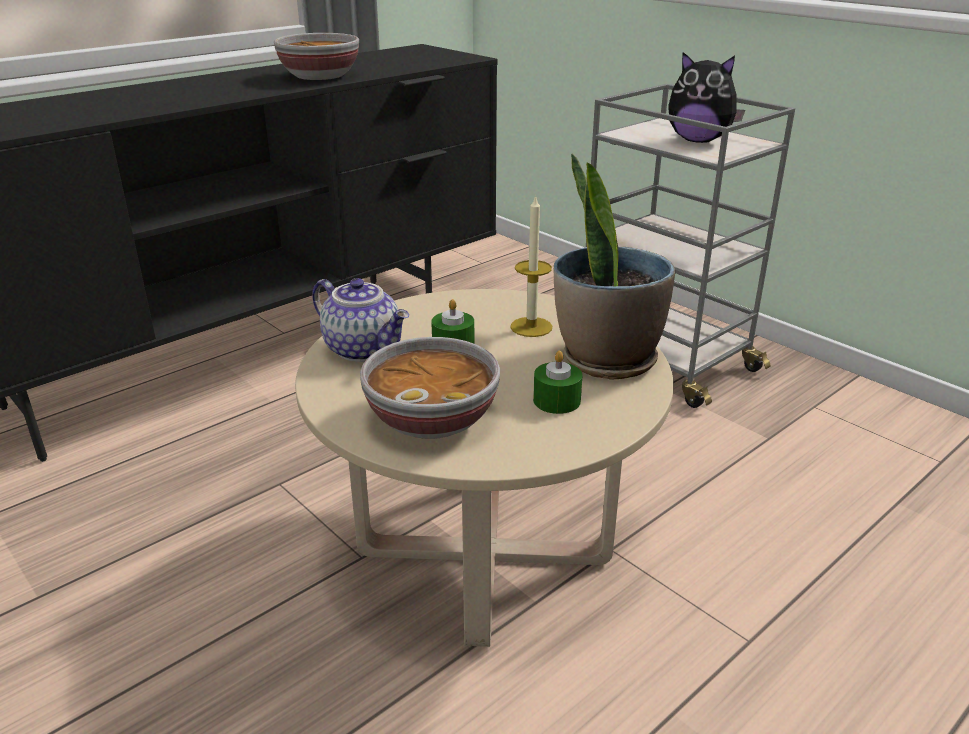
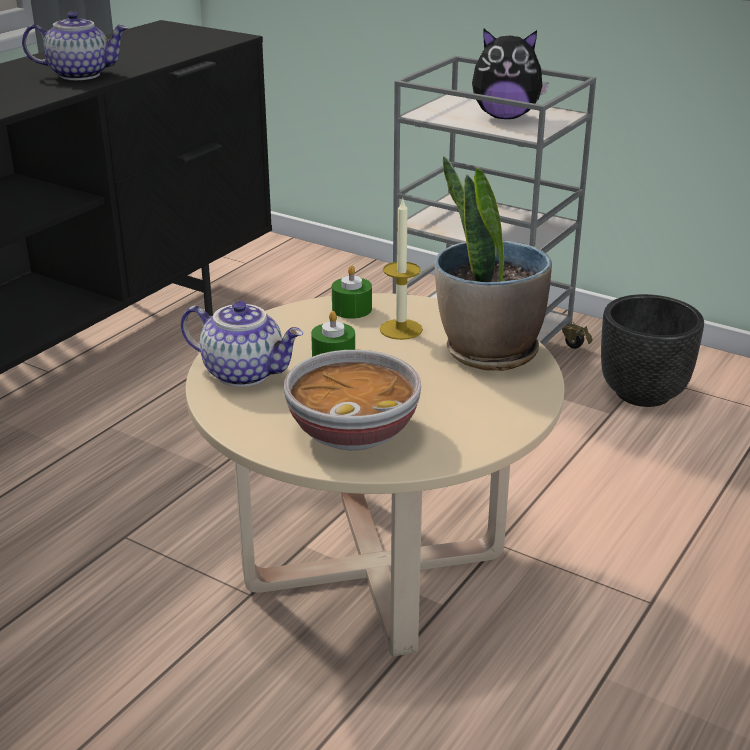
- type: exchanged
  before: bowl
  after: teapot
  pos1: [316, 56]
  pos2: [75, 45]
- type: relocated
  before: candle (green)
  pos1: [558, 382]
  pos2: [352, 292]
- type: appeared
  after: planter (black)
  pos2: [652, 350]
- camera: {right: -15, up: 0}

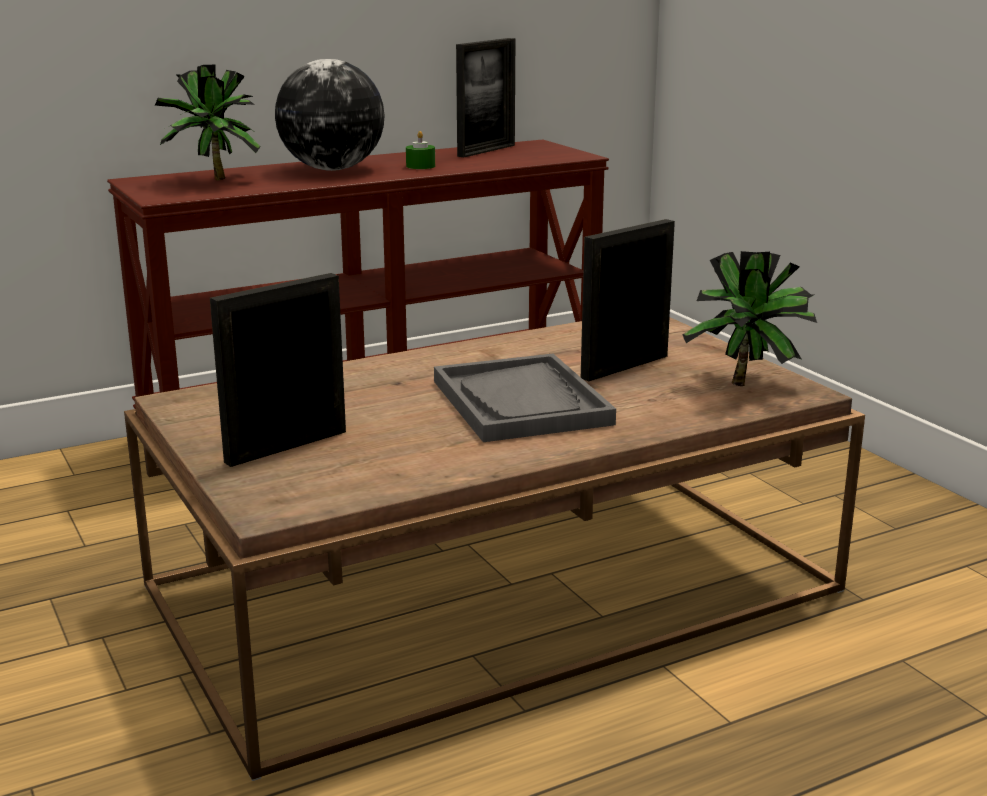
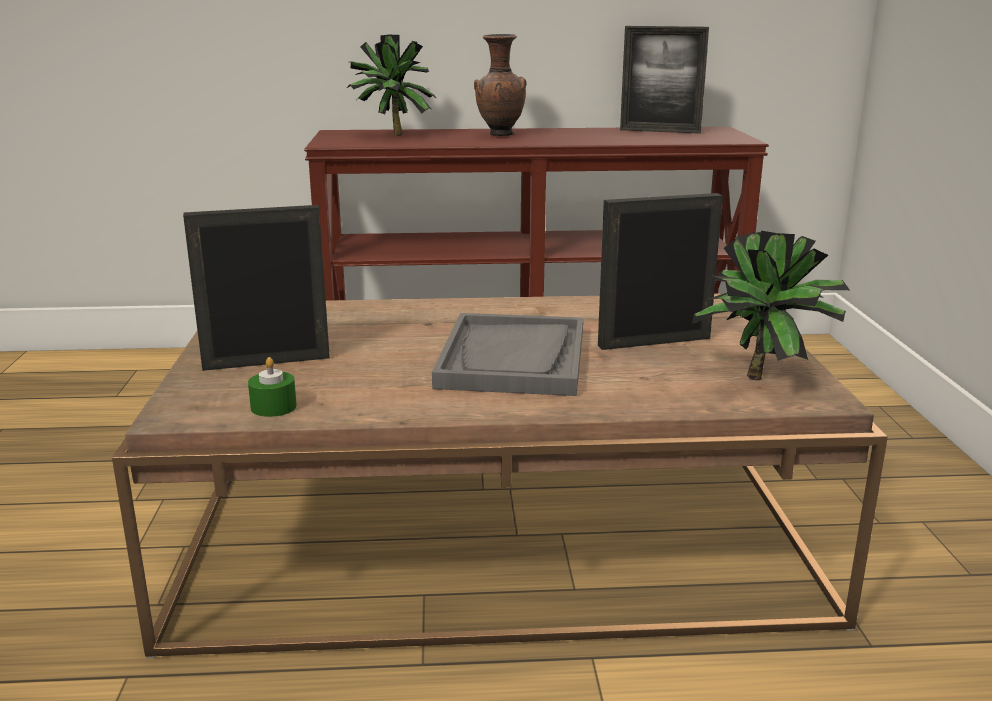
- type: spun
  before: picture frame
  pos1: [485, 97]
  pos2: [664, 80]
  turn: 45
- type: exchanged
  before: globe
  after: vase (brown)
  pos1: [329, 115]
  pos2: [500, 85]
- type: relocated
  before: candle (green)
  pos1: [420, 150]
  pos2: [272, 387]
- camera: {right: 25, up: 0}

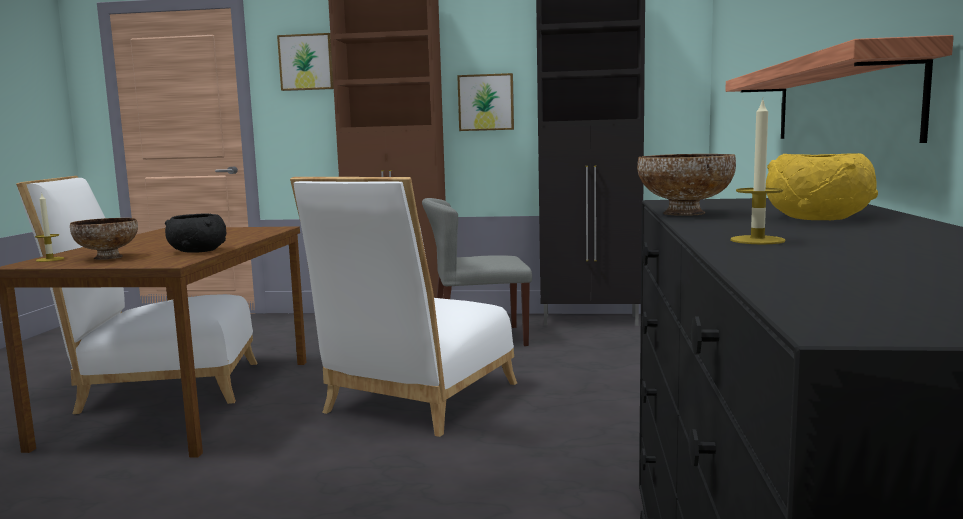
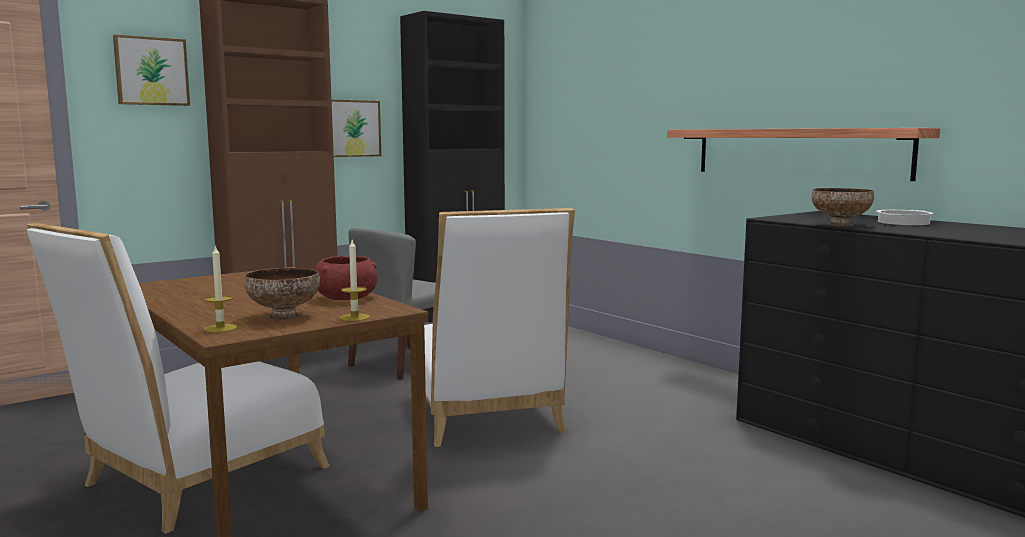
- type: relocated
  before: candle
  pos1: [757, 170]
  pos2: [355, 280]
- type: exchanged
  before: bowl (yellow)
  after: cooking pot
  pos1: [822, 186]
  pos2: [905, 217]
- type: colour
  before: bowl (black)
  after: bowl (red)
  pos1: [195, 233]
  pos2: [346, 278]
- camera: {right: -45, up: 0}

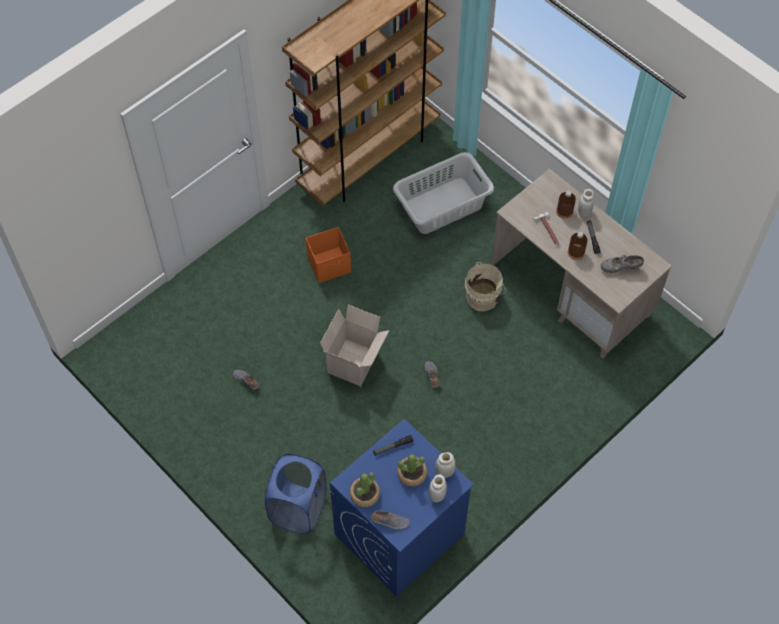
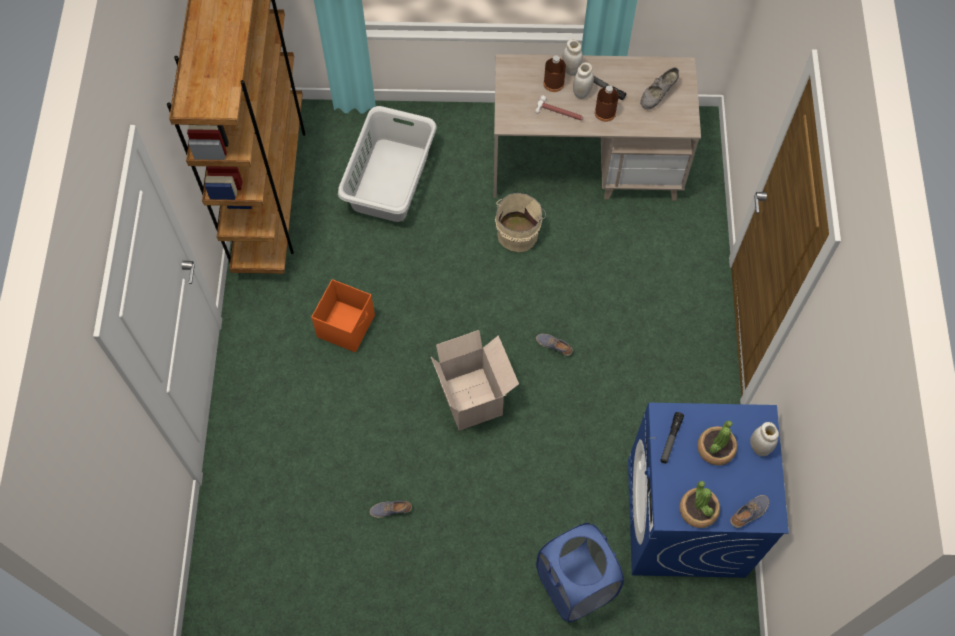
- type: relocated
  before: jar (white)
  pos1: [445, 465]
  pos2: [583, 80]
- camera: {right: -45, up: 5}

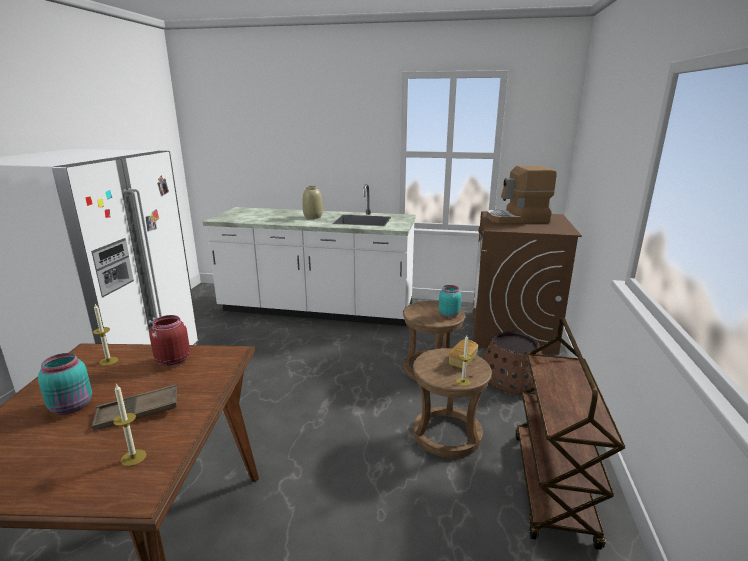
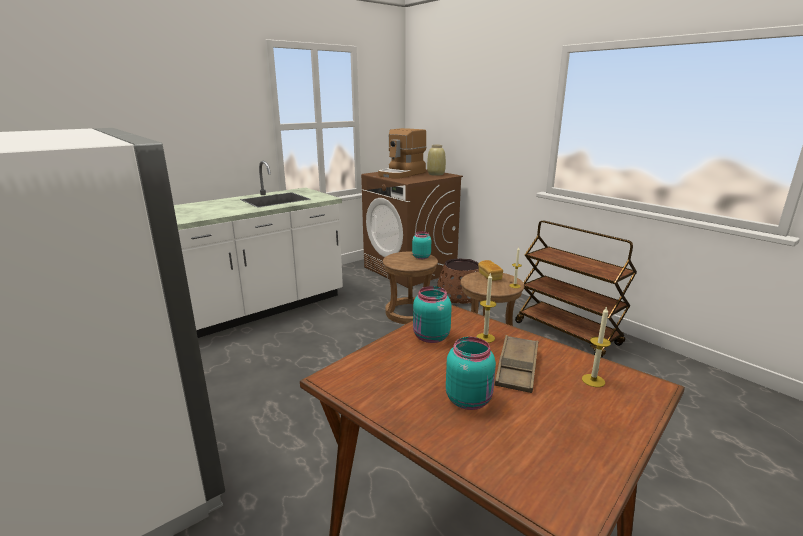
- type: relocated
  before: vase (beige)
  pos1: [313, 202]
  pos2: [436, 160]
- type: relocated
  before: candle
  pos1: [105, 335]
  pos2: [486, 308]
- type: colour
  before: jar (red)
  after: jar (turquoise)
  pos1: [169, 341]
  pos2: [432, 314]
- camera: {right: -50, up: 0}

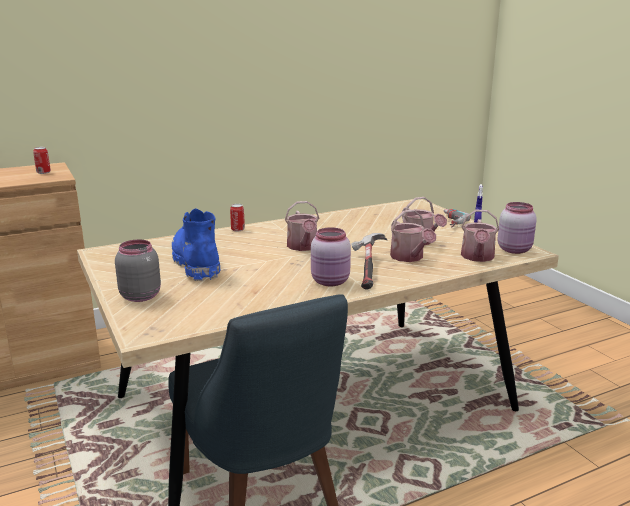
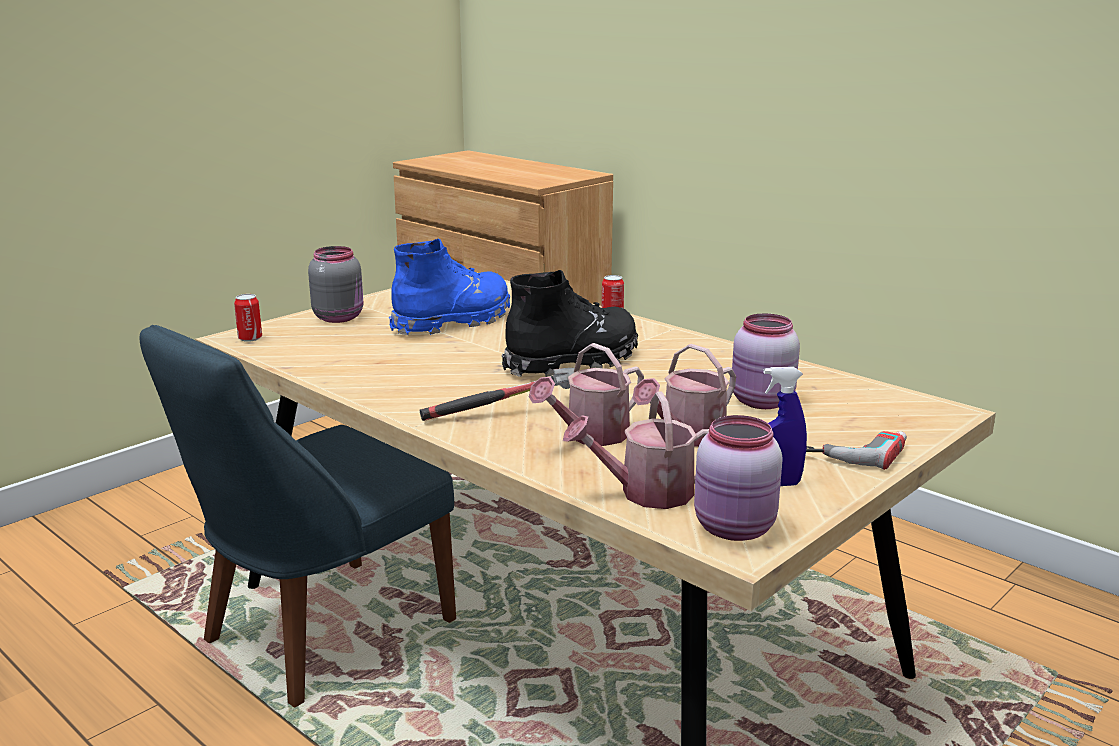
- type: relocated
  before: can
  pos1: [42, 160]
  pos2: [248, 318]
- type: exchanged
  before: watering can
  after: boot (black)
  pos1: [302, 226]
  pos2: [570, 323]
- type: relocated
  before: jar (pink)
  pos1: [331, 256]
  pos2: [766, 361]
- camera: {right: 70, up: 0}

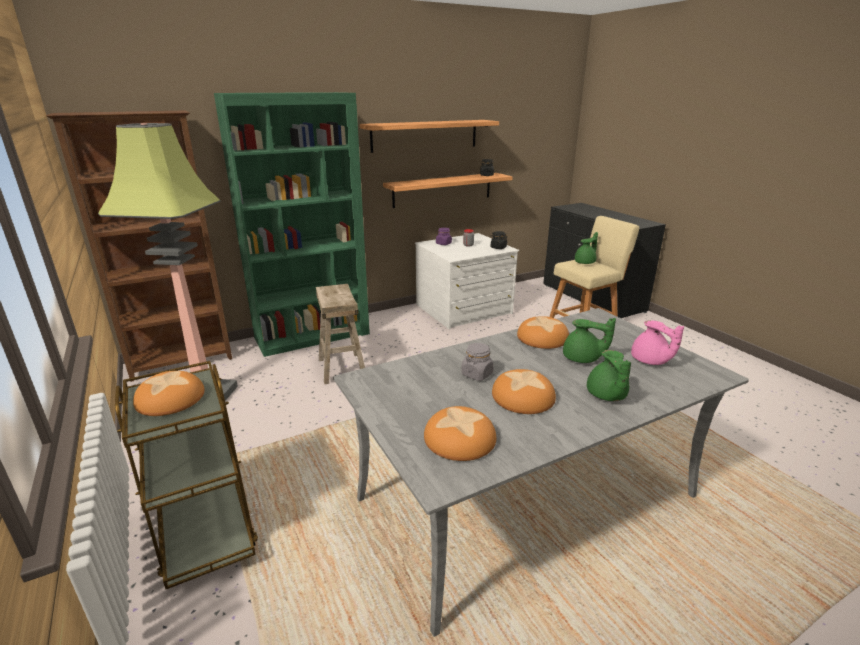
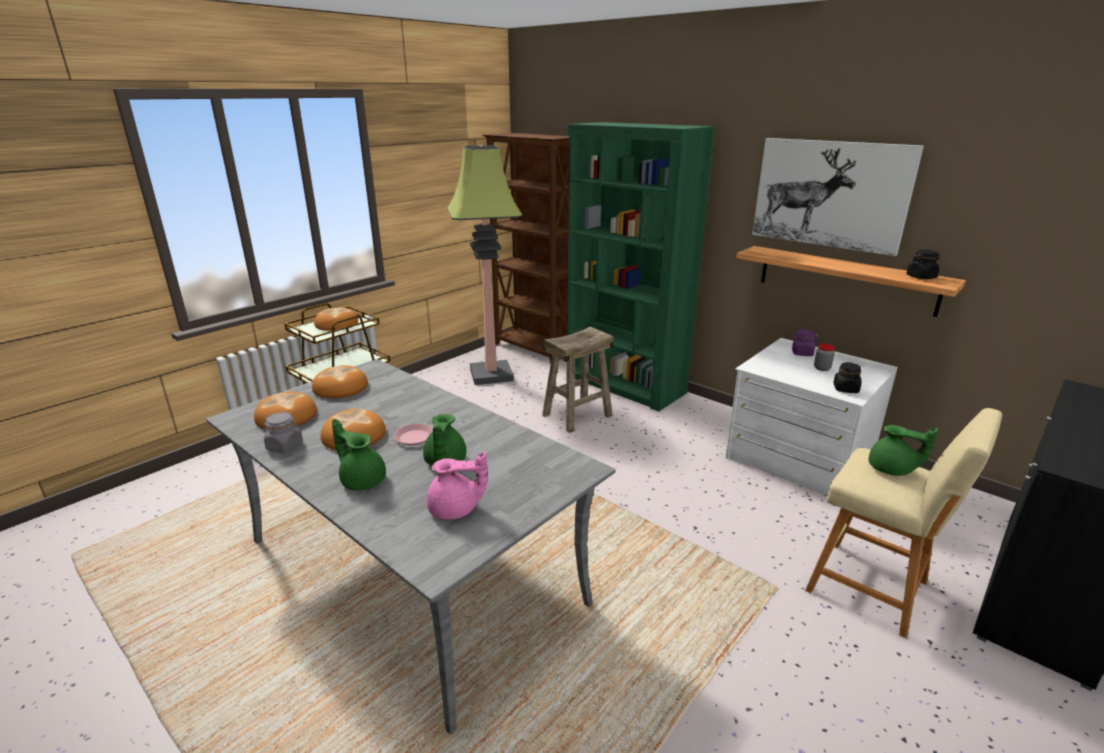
- type: exchanged
  before: shelf
  after: picture
  pos1: [429, 136]
  pos2: [838, 197]
- type: relocated
  before: bread
  pos1: [543, 332]
  pos2: [340, 381]
- type: spun
  before: teapot (pink)
  pos1: [657, 342]
  pos2: [457, 485]
  turn: -135
- type: relocated
  before: jar (grey)
  pos1: [477, 362]
  pos2: [283, 432]
- type: spun
  before: teapot (green)
  pos1: [609, 375]
  pos2: [359, 455]
  turn: 60
- type: appeared
  after: plate (pink)
  pos2: [413, 435]
- camera: {right: 70, up: 0}

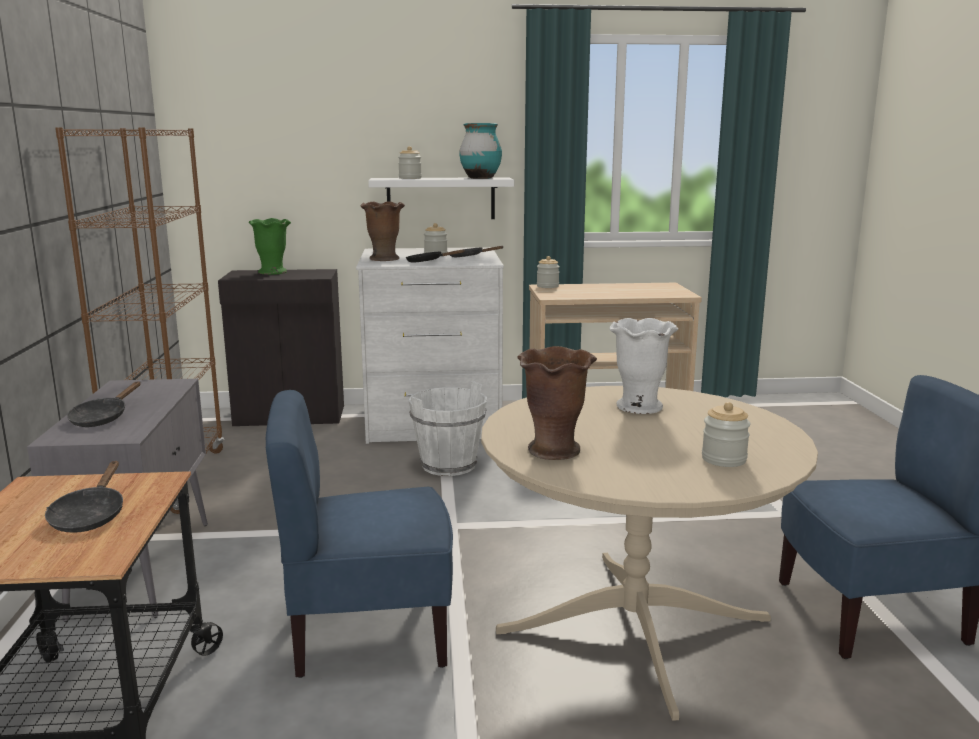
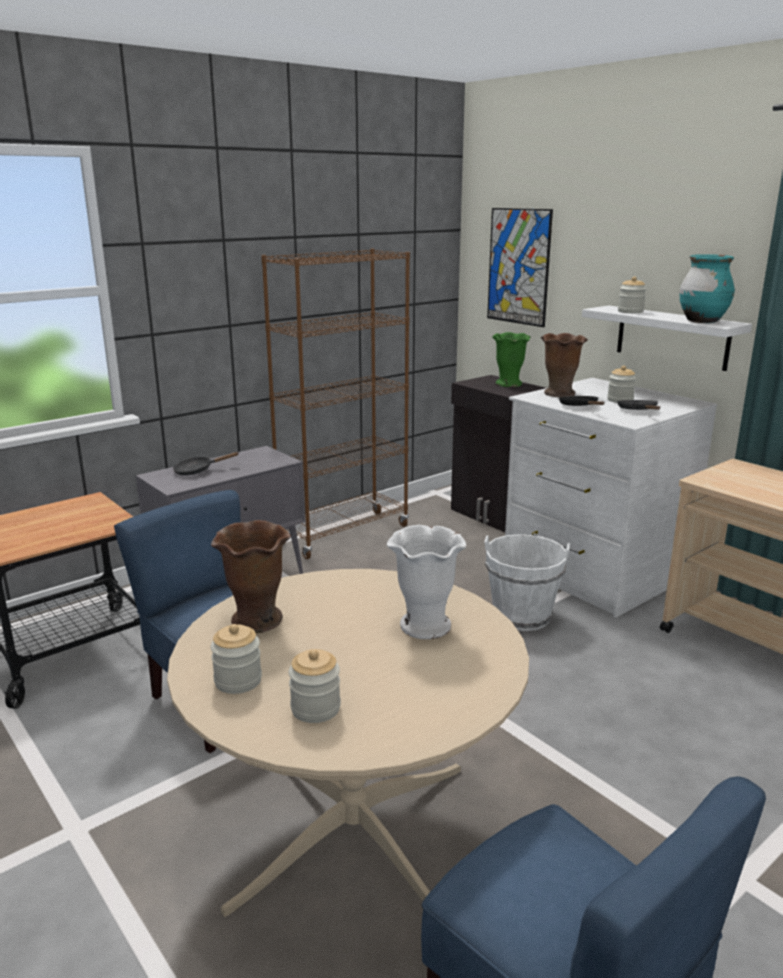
- type: relocated
  before: jar
  pos1: [548, 272]
  pos2: [236, 659]
- type: missing
  before: frying pan (black)
  pos1: [84, 497]
- type: appeared
  after: picture
  pos2: [520, 267]
- camera: {right: 55, up: 5}

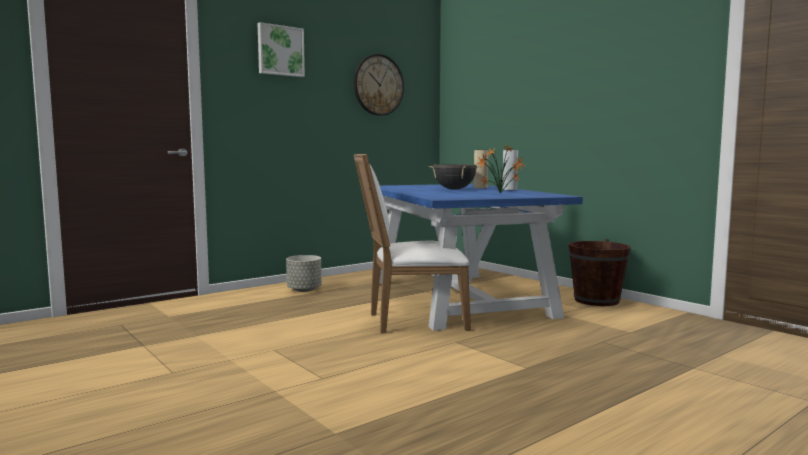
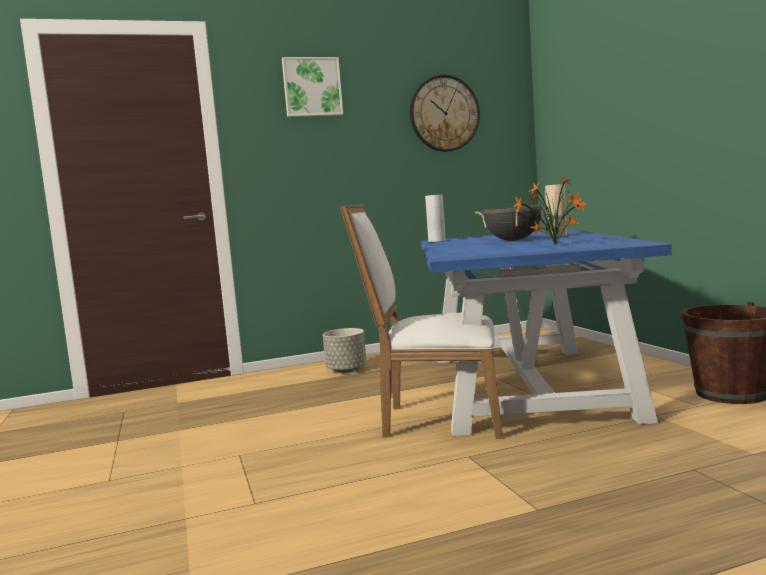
- type: relocated
  before: vase (grey)
  pos1: [510, 170]
  pos2: [435, 218]
- camera: {right: 20, up: 0}

